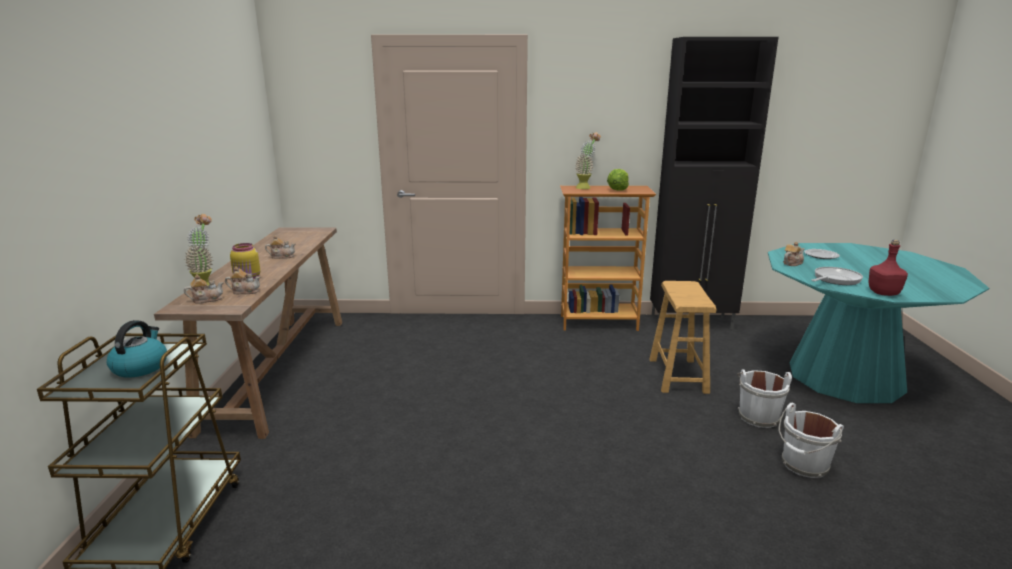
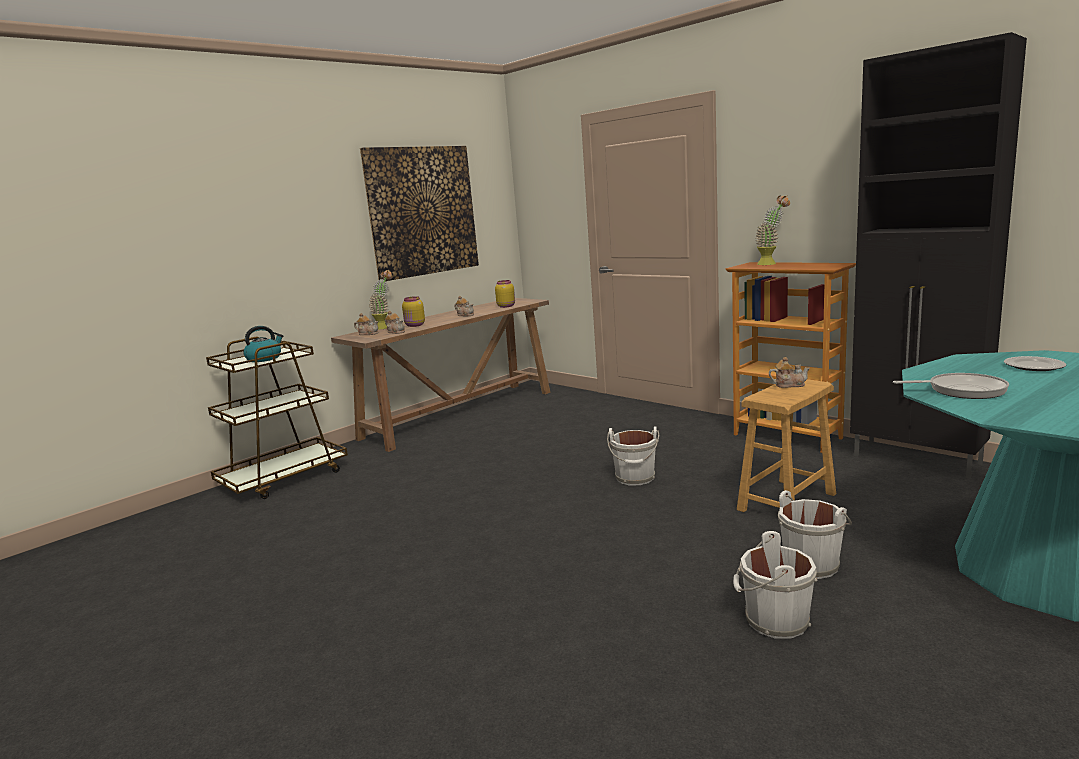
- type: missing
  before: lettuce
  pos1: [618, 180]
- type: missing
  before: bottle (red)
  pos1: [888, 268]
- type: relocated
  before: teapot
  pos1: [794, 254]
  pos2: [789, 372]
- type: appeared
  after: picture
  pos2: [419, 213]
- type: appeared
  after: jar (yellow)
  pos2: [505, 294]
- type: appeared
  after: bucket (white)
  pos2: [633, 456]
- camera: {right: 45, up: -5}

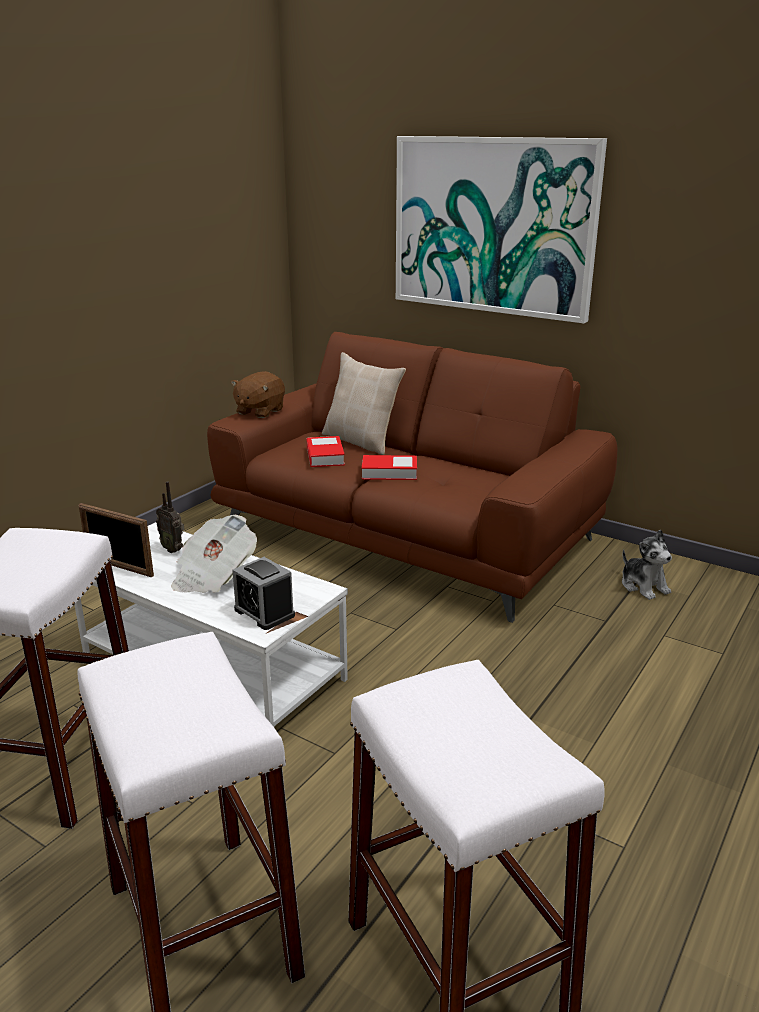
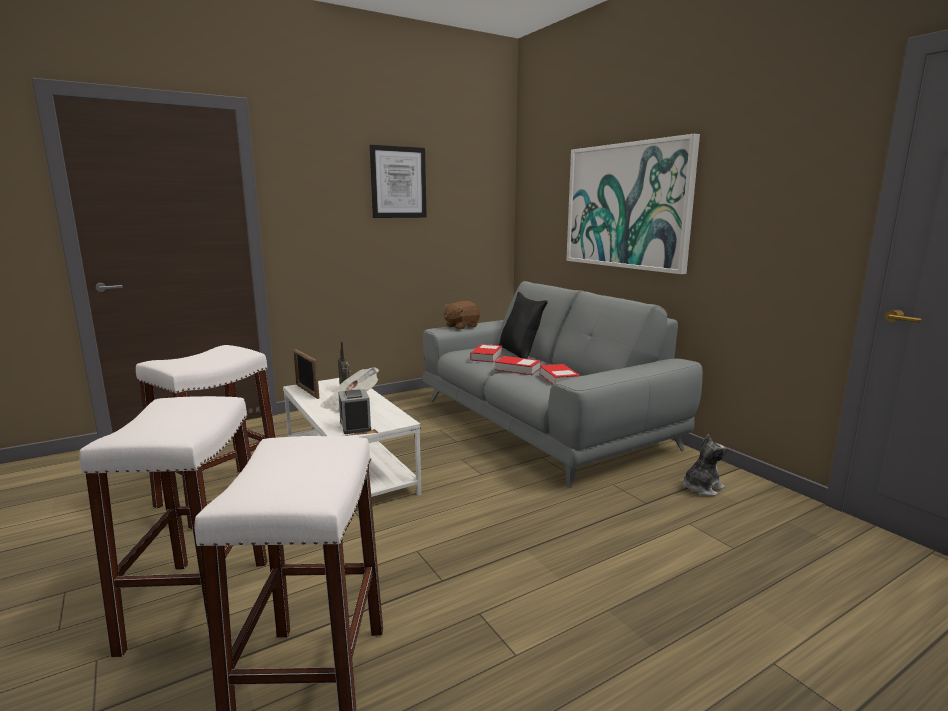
- type: colour
  before: sofa (brown)
  after: sofa (grey)
  pos1: [412, 477]
  pos2: [562, 384]
- type: colour
  before: pillow (beige)
  after: pillow (black)
  pos1: [364, 403]
  pos2: [523, 325]
- type: spun
  before: plush toy
  pos1: [647, 564]
  pos2: [705, 465]
  turn: -120
- type: appeared
  after: picture
  pos2: [398, 181]
- type: appeared
  after: book
  pos2: [560, 374]
- camera: {right: 25, up: -10}

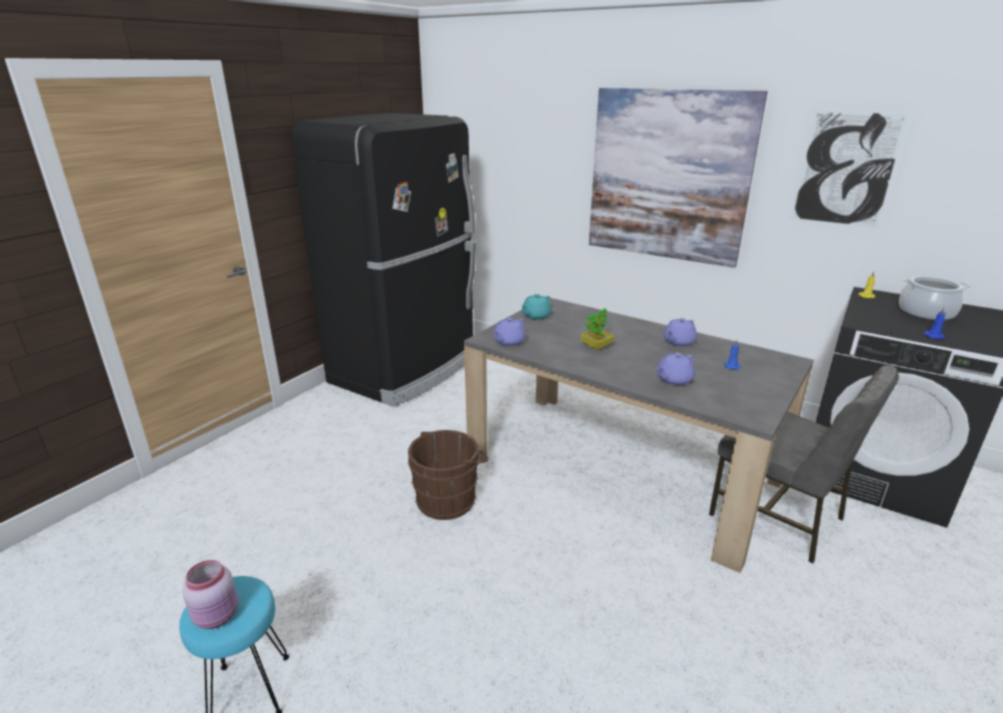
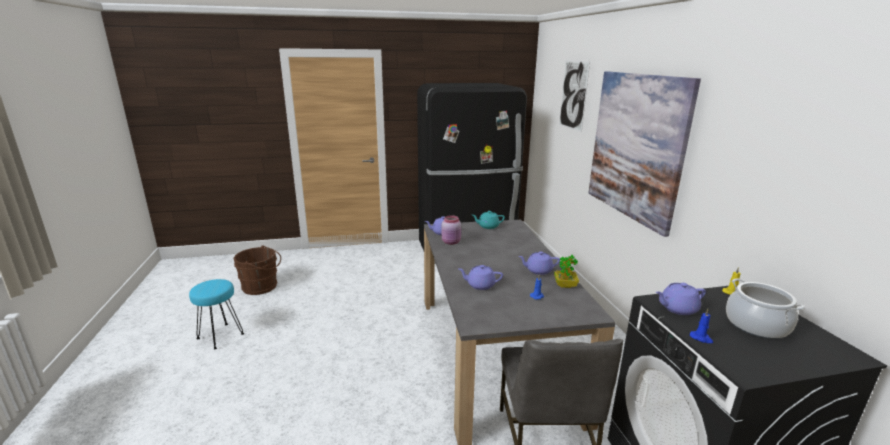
- type: relocated
  before: picture
  pos1: [850, 169]
  pos2: [574, 96]
- type: relocated
  before: potted plant
  pos1: [597, 329]
  pos2: [566, 271]
- type: relocated
  before: bucket (brown)
  pos1: [448, 475]
  pos2: [257, 270]
- type: relocated
  before: jar (pink)
  pos1: [210, 594]
  pos2: [451, 230]
- type: appeared
  after: teapot (purple)
  pos2: [681, 299]
- camera: {right: 45, up: -5}

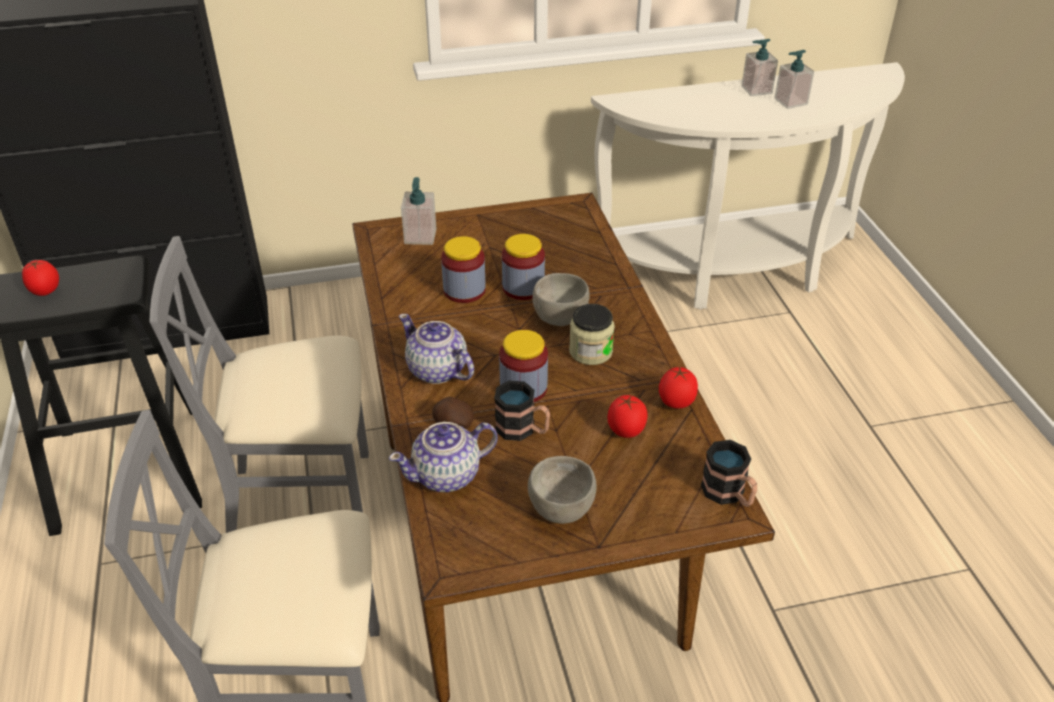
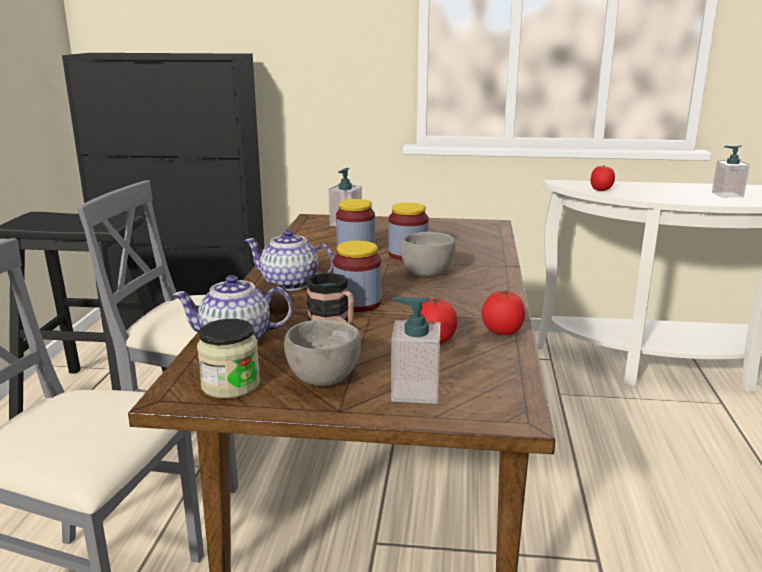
- type: relocated
  before: soap dispenser
  pos1: [759, 67]
  pos2: [416, 350]
- type: relocated
  before: tomato
  pos1: [40, 278]
  pos2: [603, 178]
- type: relocated
  before: jar
  pos1: [592, 334]
  pos2: [228, 358]
- type: spun
  before: teapot
  pos1: [436, 349]
  pos2: [289, 260]
  turn: -45
- type: missing
  before: mug
  pos1: [729, 473]
- camera: {right: 20, up: -20}

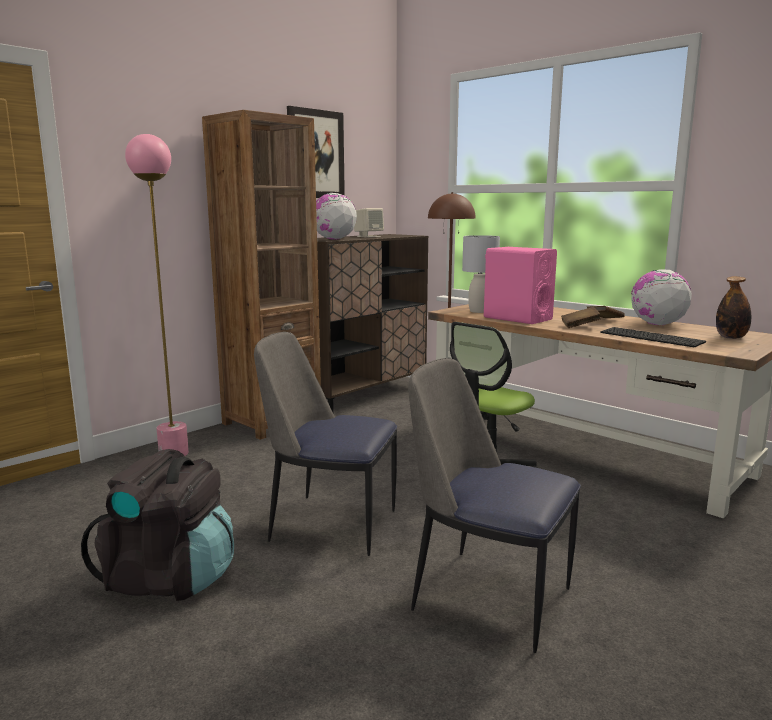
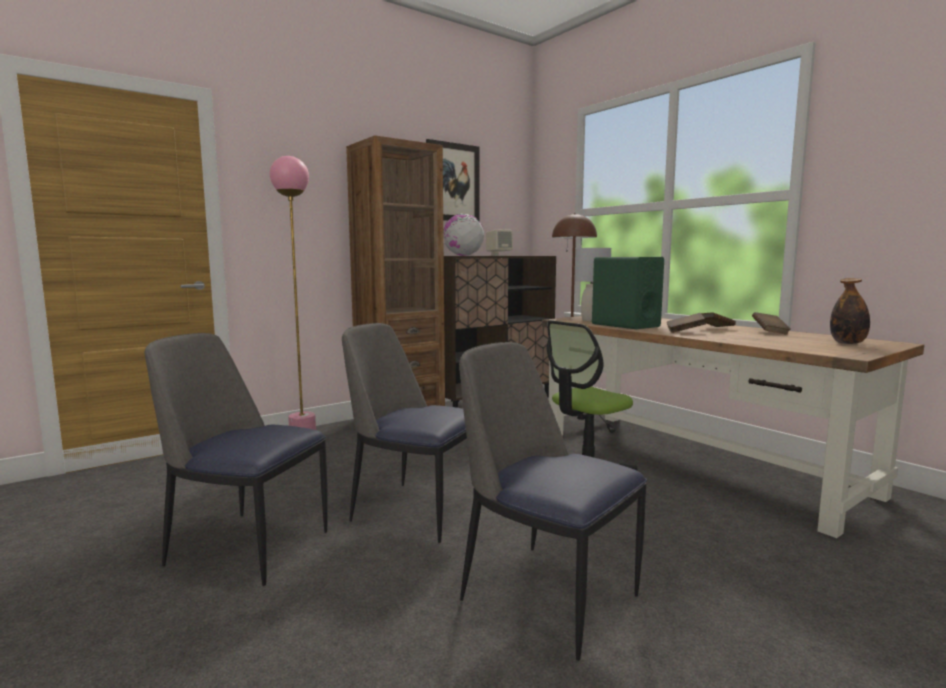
- type: colour
  before: speaker (pink)
  after: speaker (green)
  pos1: [520, 285]
  pos2: [628, 293]
- type: exchanged
  before: globe
  after: book (brown)
  pos1: [661, 297]
  pos2: [771, 323]
- type: missing
  before: keyboard
  pos1: [653, 337]
- type: exchanged
  before: backpack (black)
  after: chair
  pos1: [157, 525]
  pos2: [236, 459]
- camera: {right: 10, up: -5}

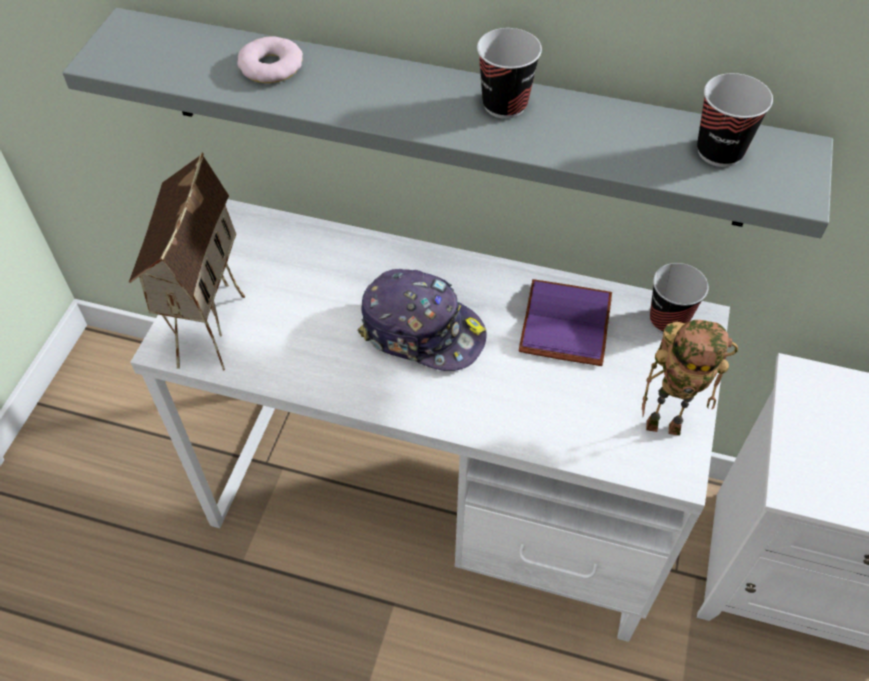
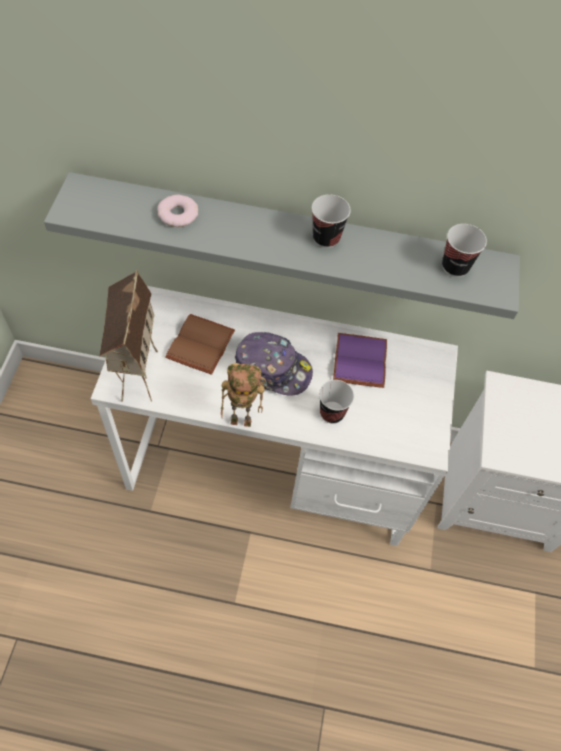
- type: relocated
  before: cup
  pos1: [679, 298]
  pos2: [336, 401]
- type: relocated
  before: toy robot
  pos1: [690, 378]
  pos2: [243, 395]
- type: appeared
  after: book (brown)
  pos2: [200, 344]
- camera: {right: -10, up: 5}

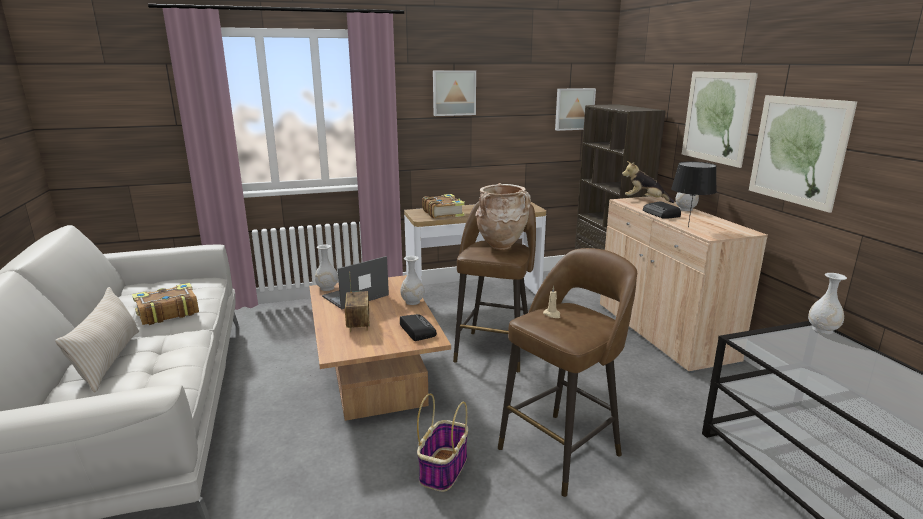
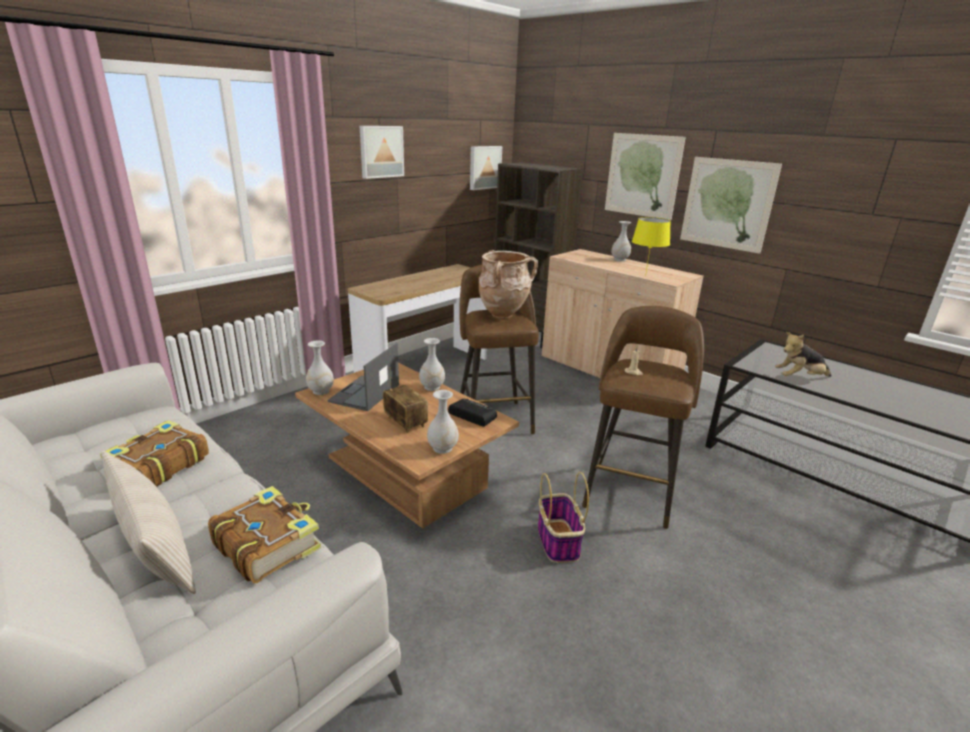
- type: relocated
  before: plush toy
  pos1: [648, 182]
  pos2: [803, 354]
- type: colour
  before: table lamp (black)
  after: table lamp (yellow)
  pos1: [694, 194]
  pos2: [651, 246]
- type: relocated
  before: book
  pos1: [443, 206]
  pos2: [264, 534]
- type: missing
  before: radio
  pos1: [662, 210]
- type: relocated
  before: vase (white)
  pos1: [827, 303]
  pos2: [443, 422]
- camera: {right: -30, up: 5}

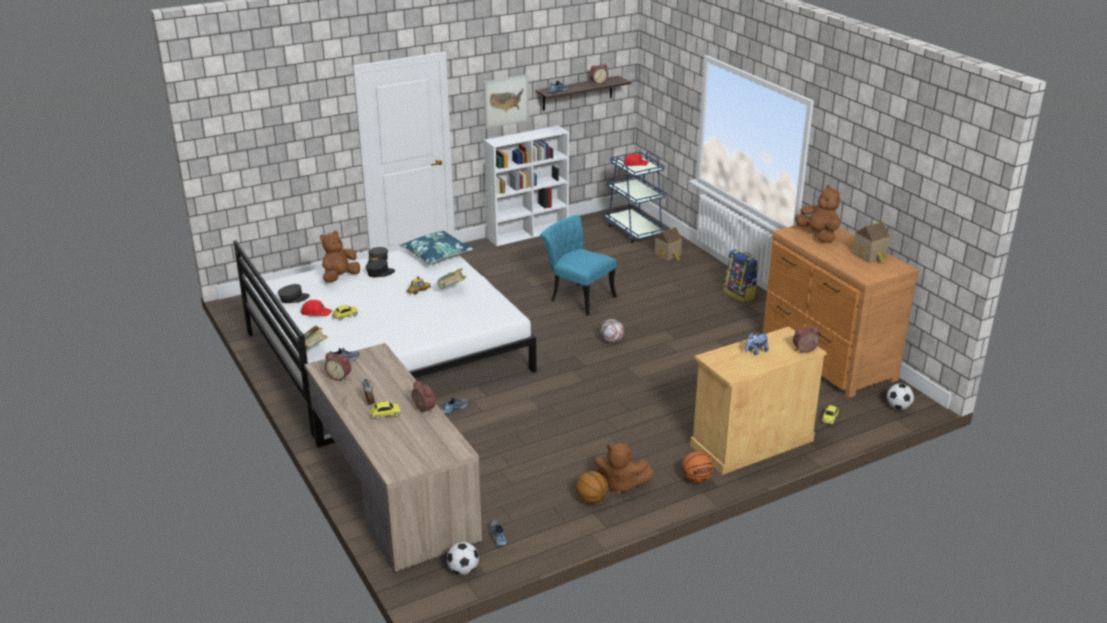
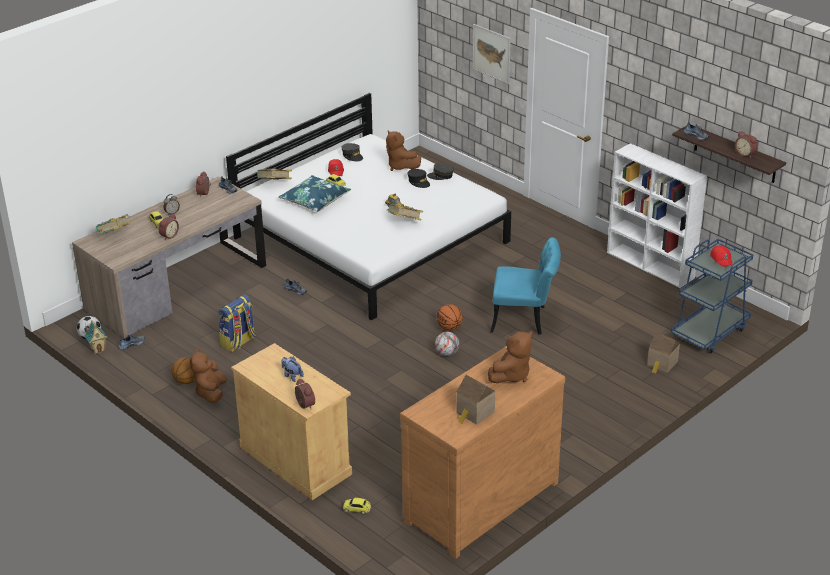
- type: relocated
  before: picture
  pos1: [506, 101]
  pos2: [492, 54]
- type: spun
  before: chair (turquoise)
  pos1: [578, 265]
  pos2: [525, 286]
  turn: 75
- type: relocated
  before: pillow (blue)
  pos1: [436, 247]
  pos2: [315, 193]
- type: spun
  before: plush toy (brown)
  pos1: [340, 257]
  pos2: [403, 150]
  turn: -150
- type: relocated
  before: backpack
  pos1: [741, 276]
  pos2: [237, 323]
- type: missing
  before: football
  pos1: [900, 396]
- type: relocated
  before: basketball
  pos1: [698, 467]
  pos2: [450, 317]
- type: appeared
  after: book
  pos2: [113, 224]
- type: appeared
  after: toy house
  pos2: [96, 337]
- camera: {right: 75, up: 5}

